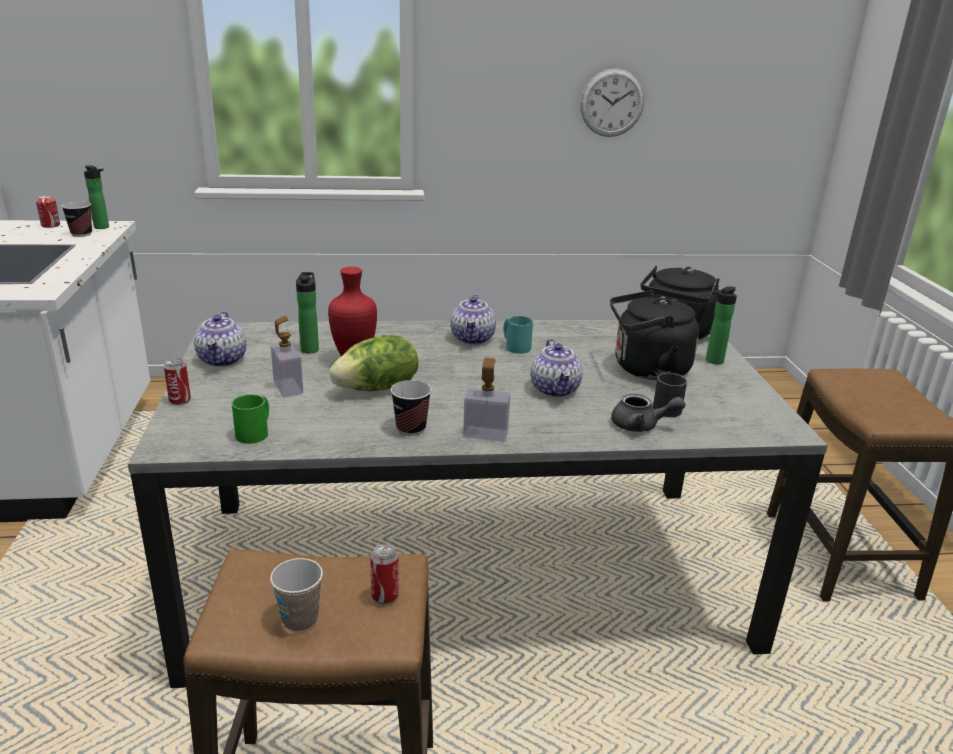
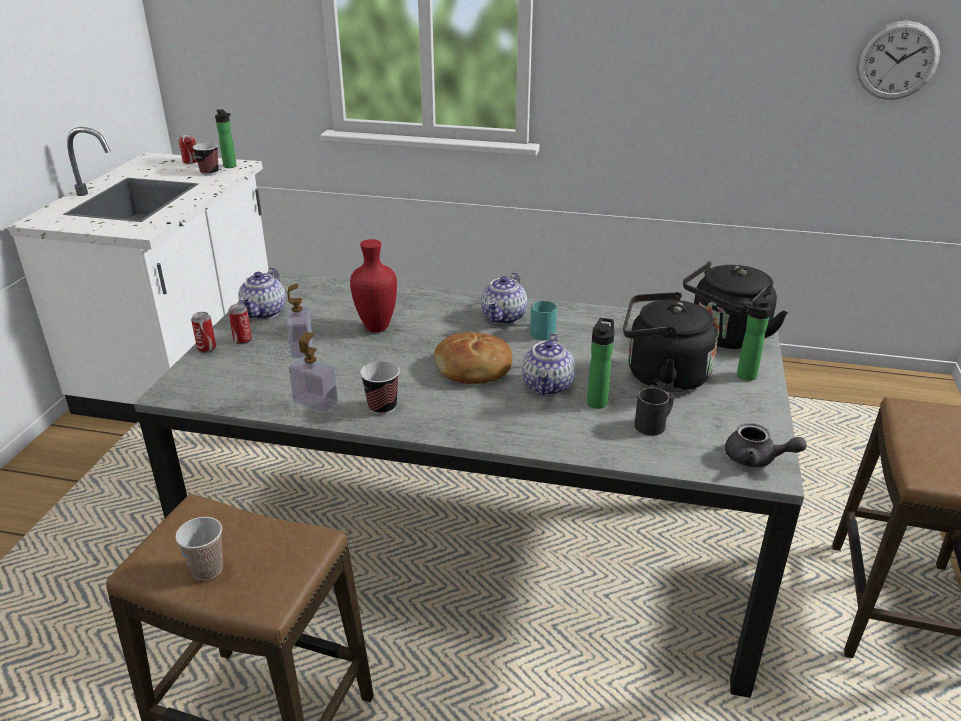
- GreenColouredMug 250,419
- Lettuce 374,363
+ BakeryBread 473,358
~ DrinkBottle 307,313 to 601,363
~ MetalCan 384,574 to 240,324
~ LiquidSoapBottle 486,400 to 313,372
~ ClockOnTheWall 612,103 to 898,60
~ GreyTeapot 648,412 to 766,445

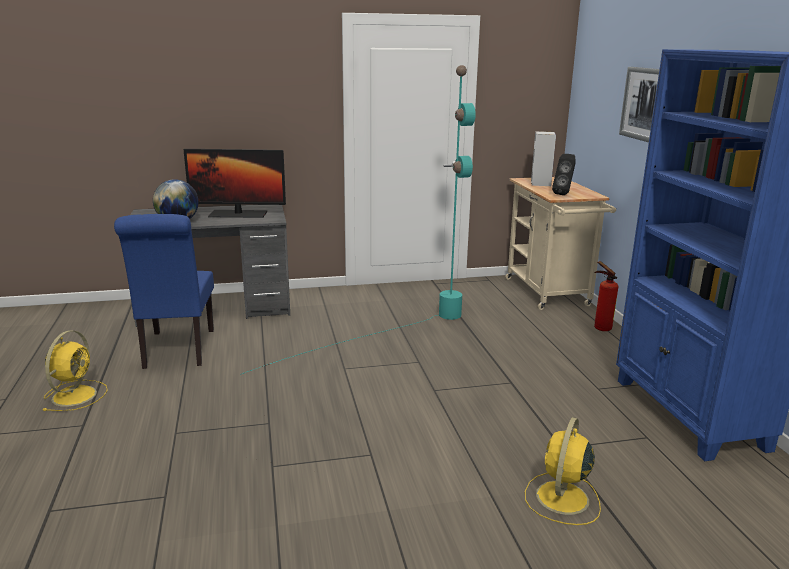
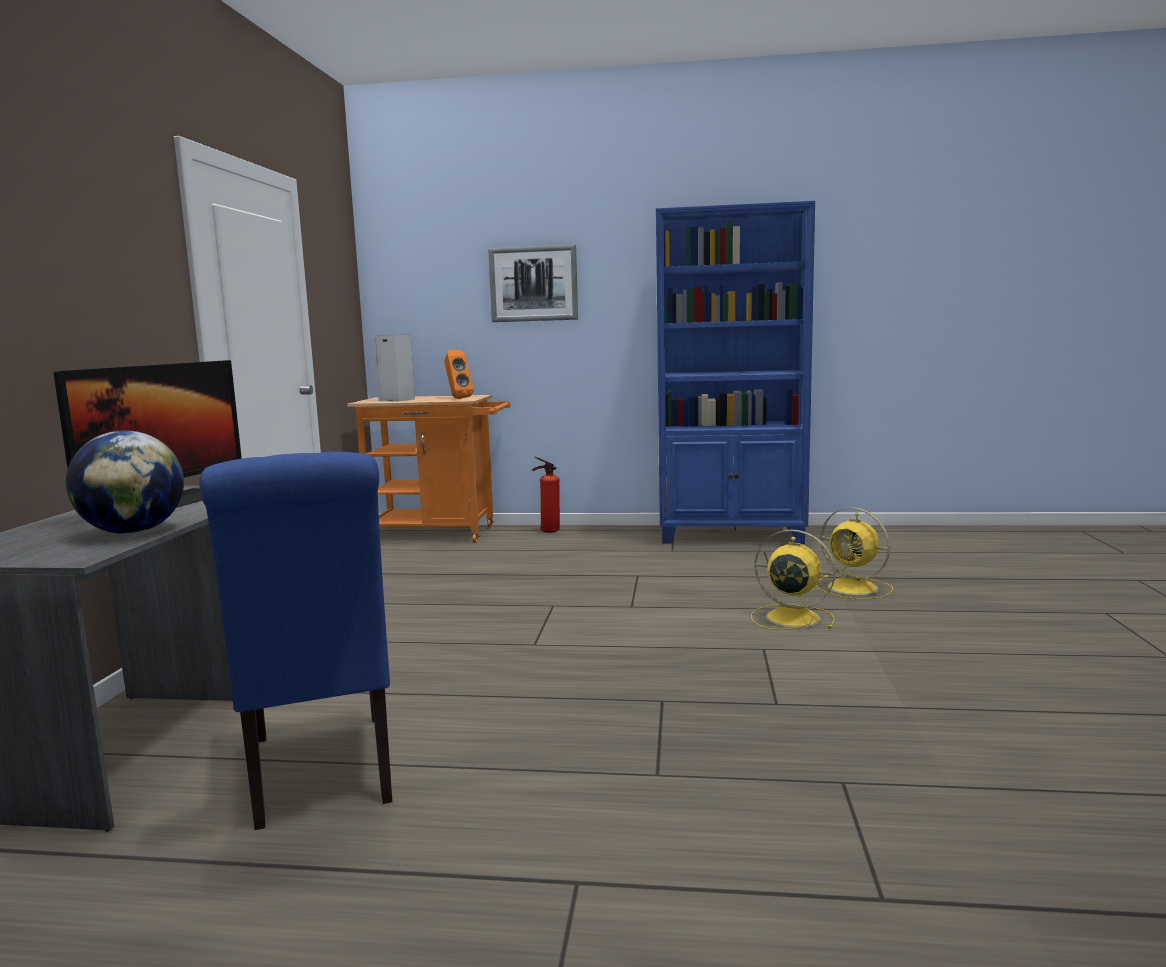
- TurquoiseColouredStandingLamp 358,220
~ YellowFan 75,370 to 793,580
~ SandColouredWheeledCart 560,243 to OrangeyWheeledCart 429,469
~ BlackColouredAudioSpeaker 564,174 to OrangeyAudioSpeaker 459,374
~ BlueColouredChair 164,291 = 295,641 60 degrees clockwise

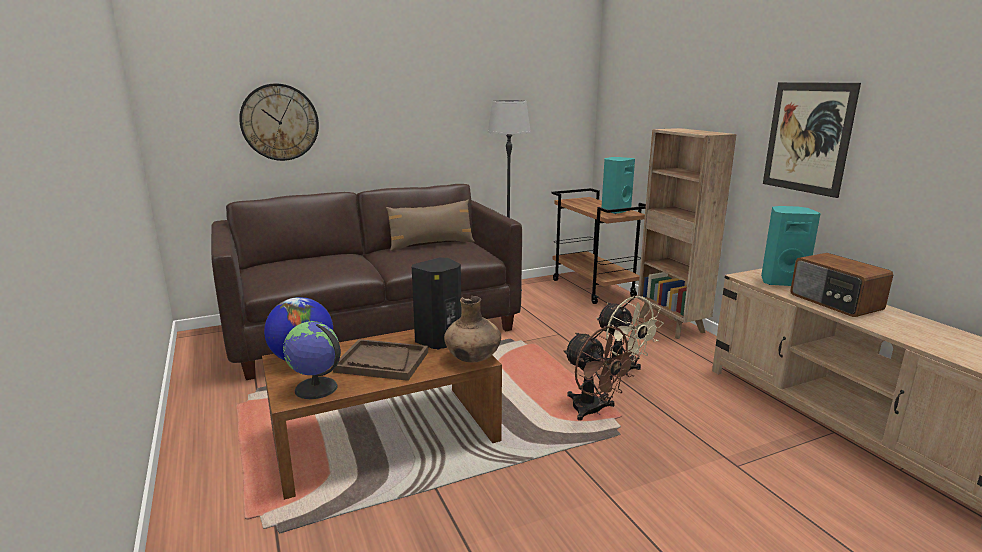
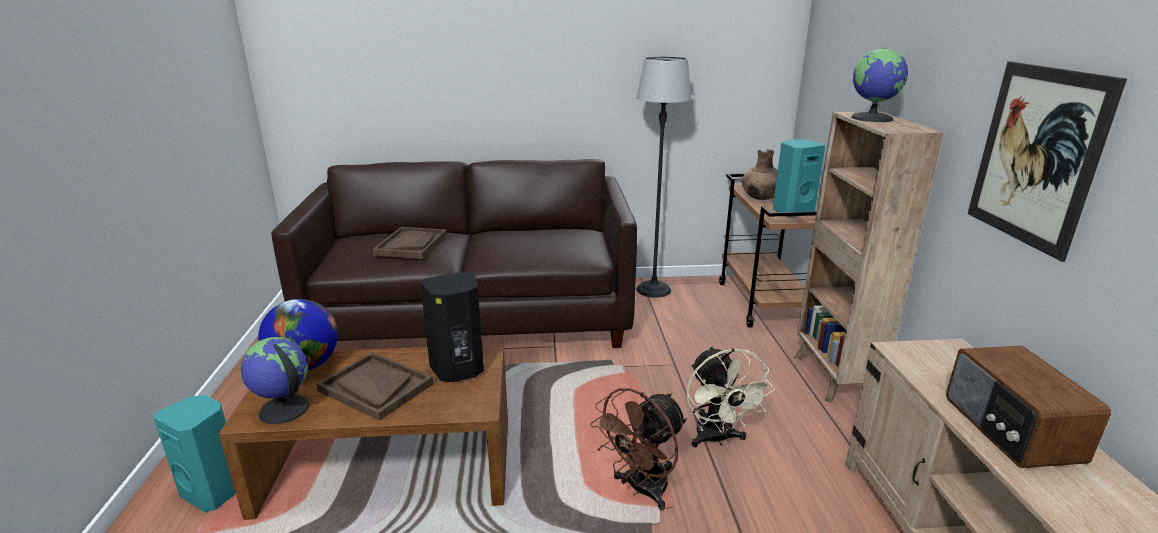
- ClockOnTheWall 279,122
- BrownPillow 430,225
+ BrownServingTray 410,243
+ DeskGlobe 879,85
~ BrownFlowerVase 472,329 to 759,174
~ TurquoiseColouredAudioSpeaker 791,246 to 194,453
~ BrownFan 601,373 = 638,449 60 degrees clockwise

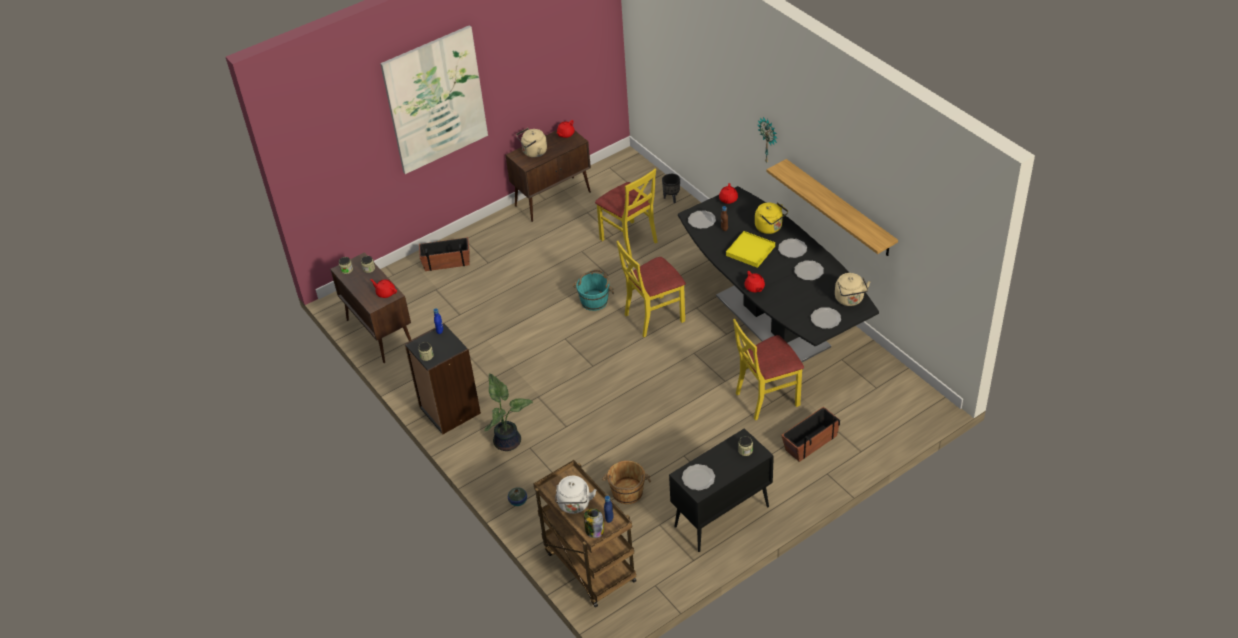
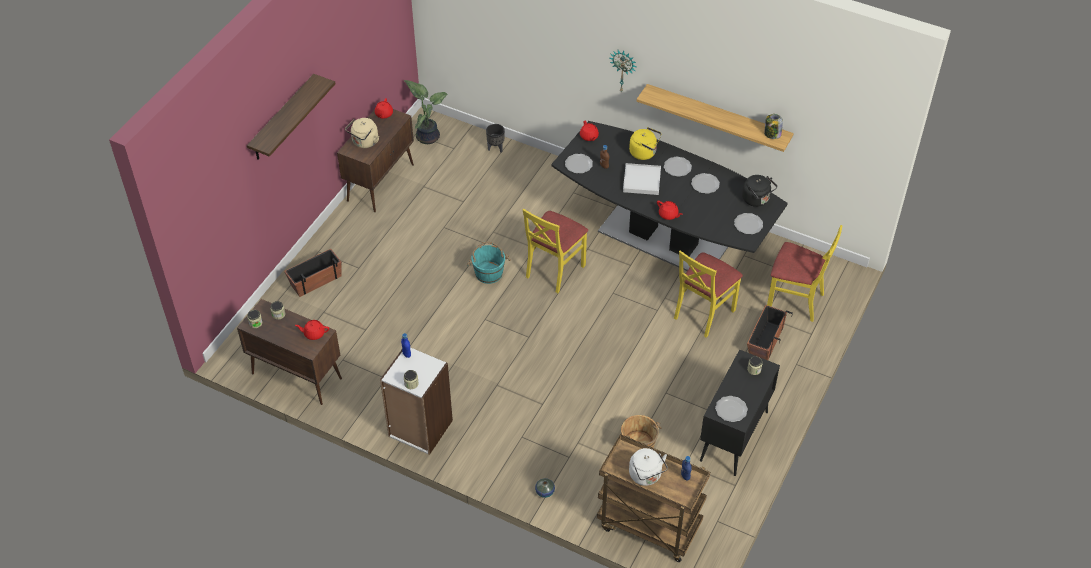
~ Houseplant 509,412 to 425,112
~ PreserveJar 594,523 to 773,126
~ YellowChair 626,213 to 804,273
~ Picture 434,99 to BracketShelf 291,117
~ BlackColouredBookcase 443,379 to WhiteColouredBookcase 416,401
~ YellowServingTray 750,249 to WhiteColouredServingTray 642,179
~ SandColouredWaterKettle 852,289 to BlackColouredWaterKettle 759,191

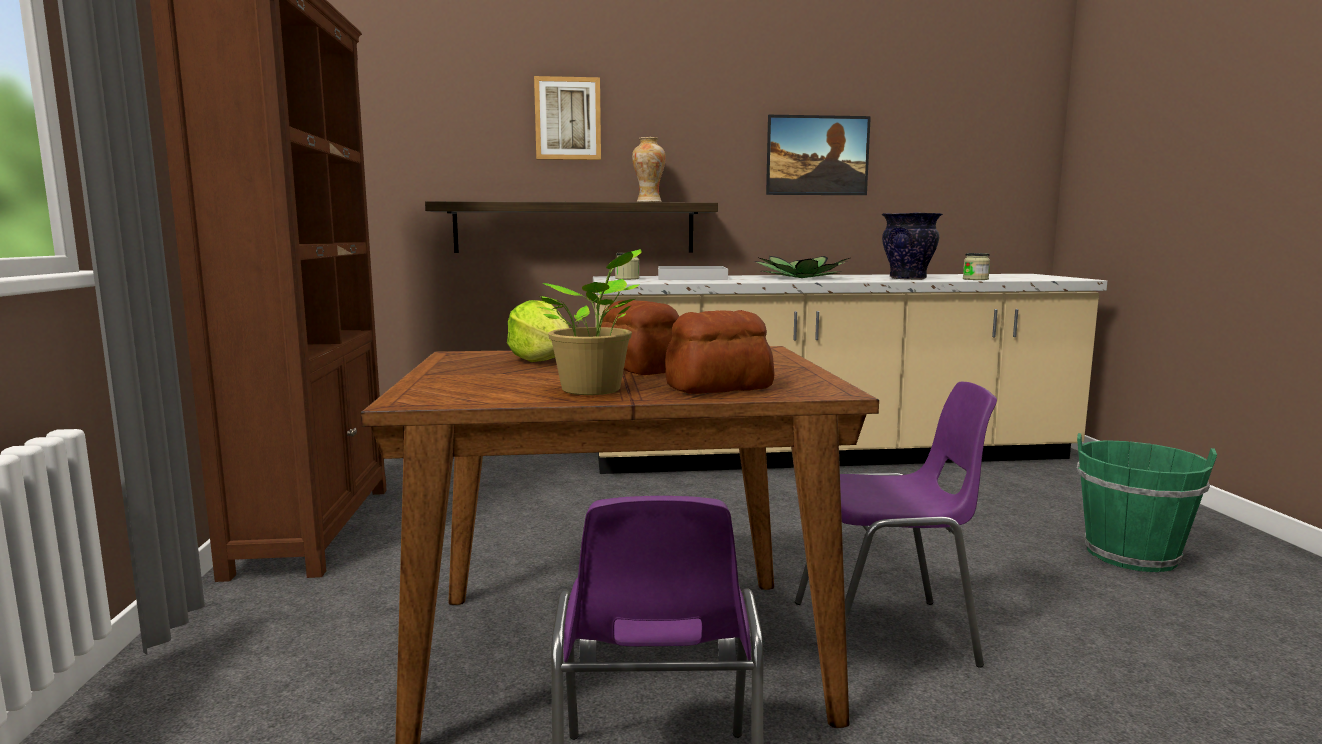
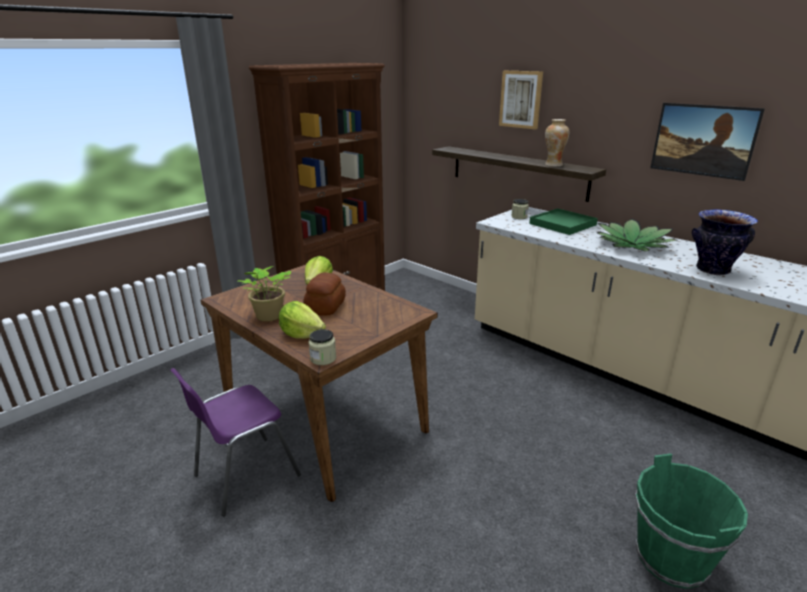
- PurpleColouredChair 896,524
~ PreserveJar 976,266 to 322,347
~ BakeryBread 719,352 to Lettuce 302,320
~ WhiteColouredServingTray 693,273 to GreenColouredServingTray 563,221

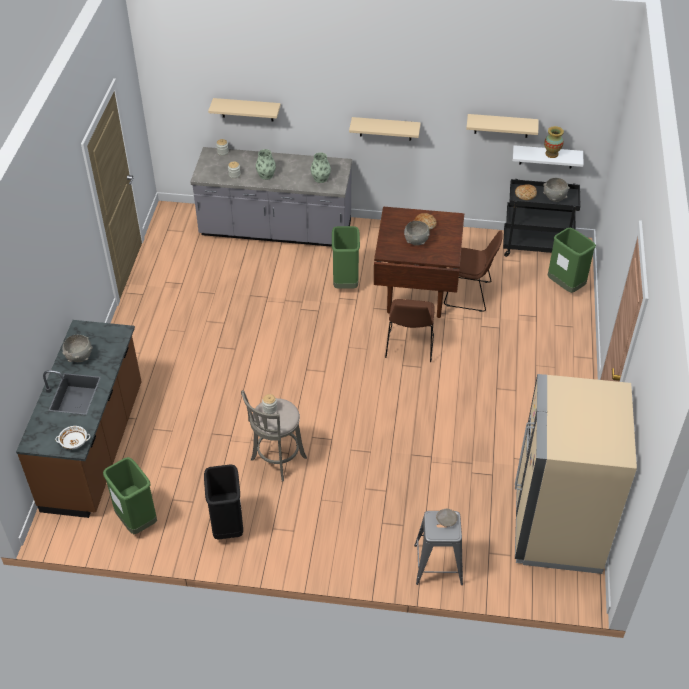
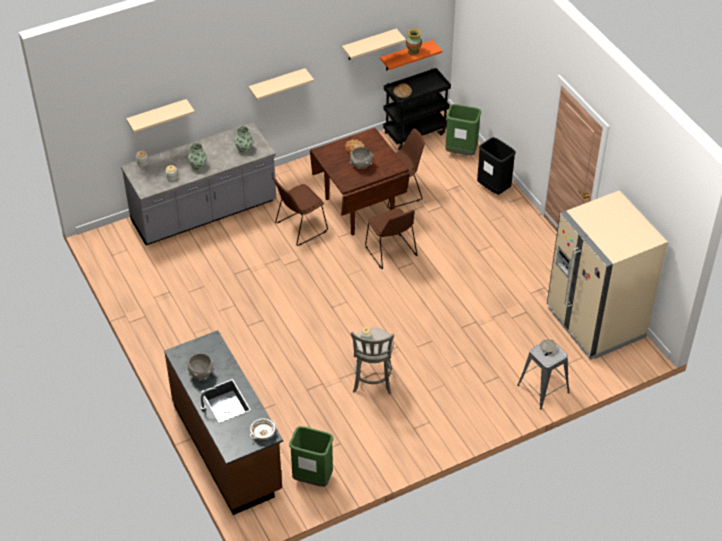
- GreyServingBowl 556,190
~ BlackColouredRubbishBin 223,501 to 496,166
~ GreenColouredRubbishBin 346,257 to BrownChair 300,212
~ WhiteColouredBracketShelf 548,157 to OrangeyBracketShelf 411,55

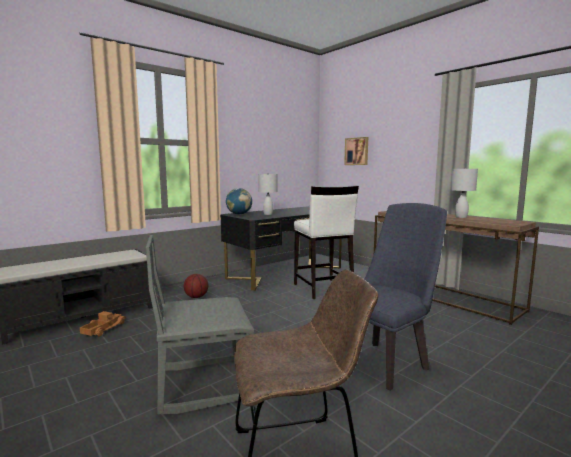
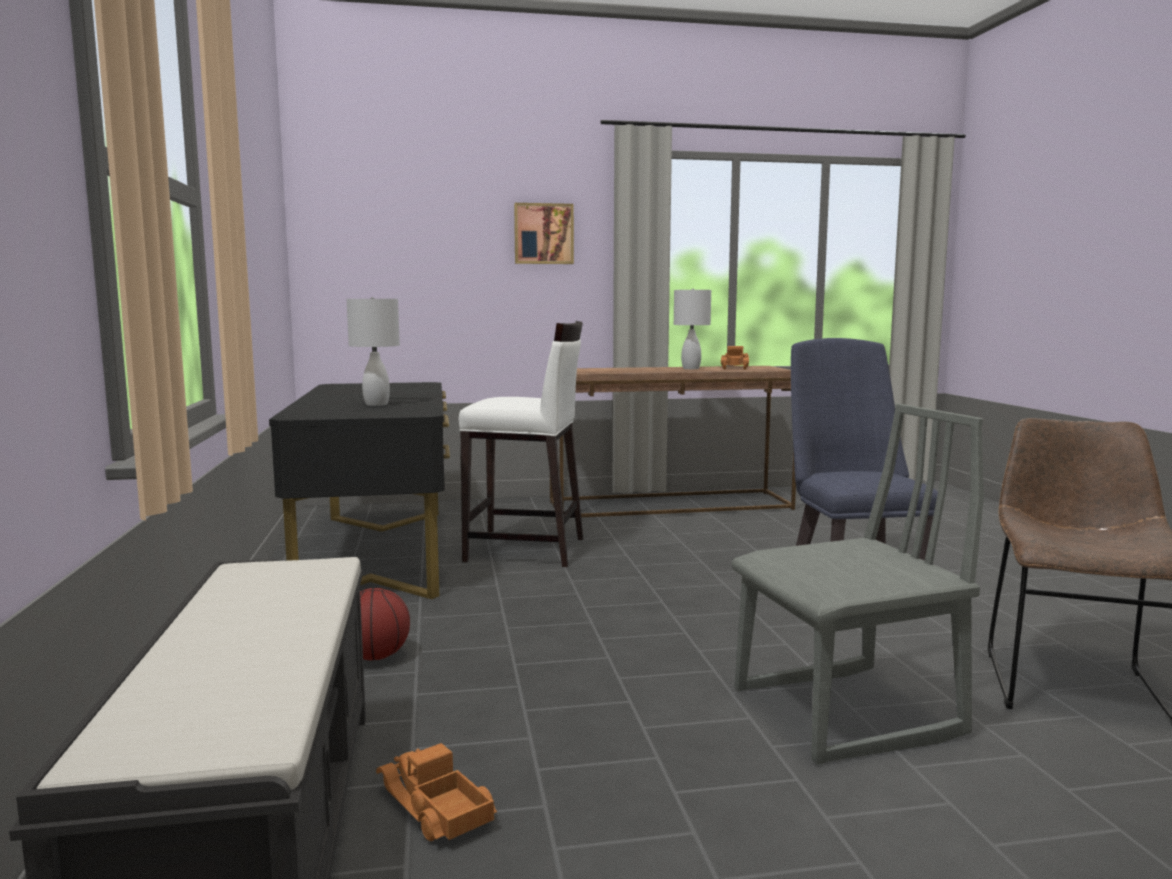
- DeskGlobe 239,201
+ ToyLorry 735,358
~ Picture 356,151 to 544,233
~ GreyChair 200,325 = 857,584 120 degrees counterclockwise

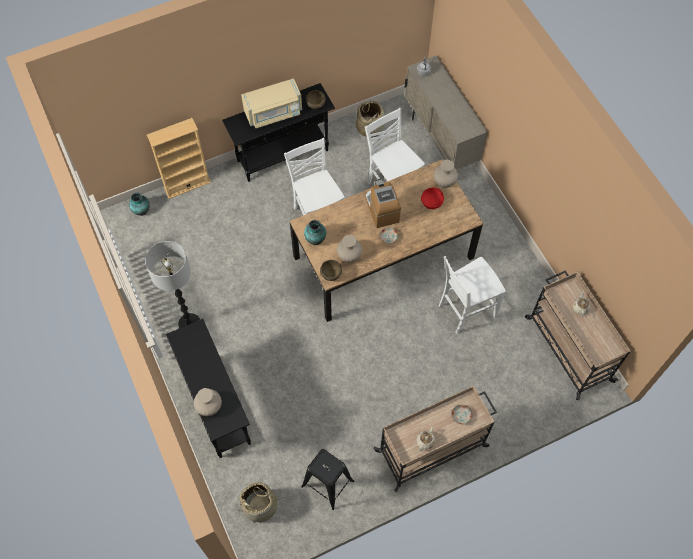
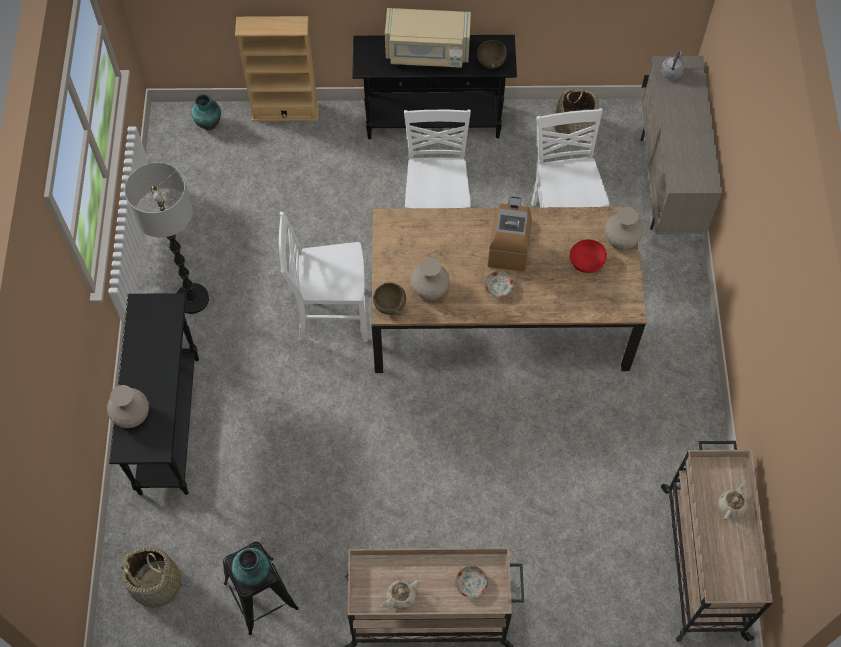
~ FlowerVase 315,232 to 251,567
~ WhiteColouredChair 472,295 to 323,277

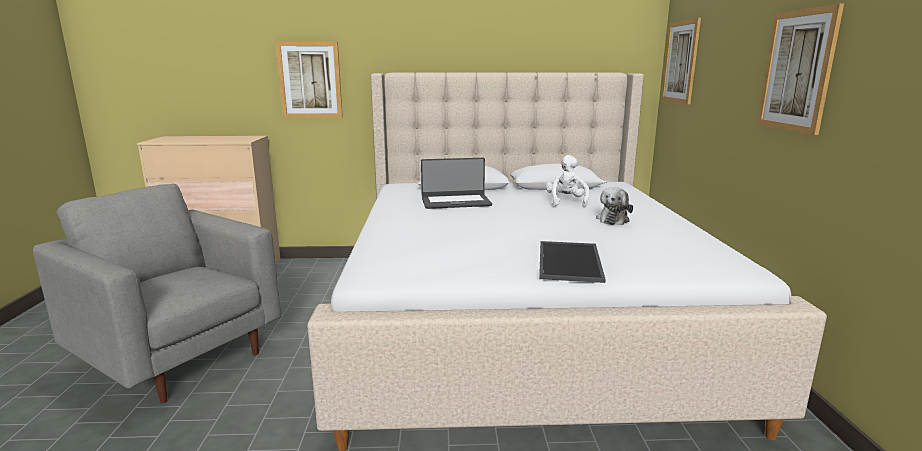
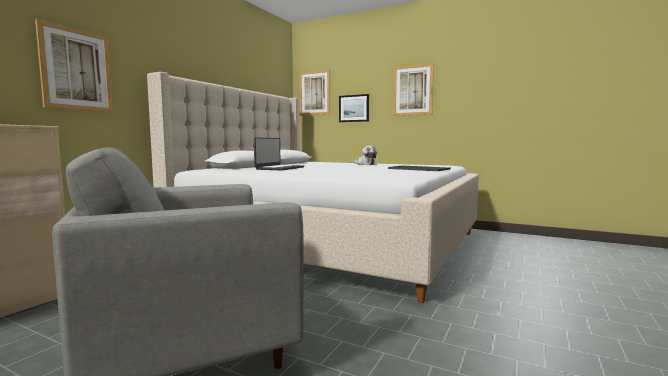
- WhiteColouredCuddlyToy 568,181
+ Picture 354,108

